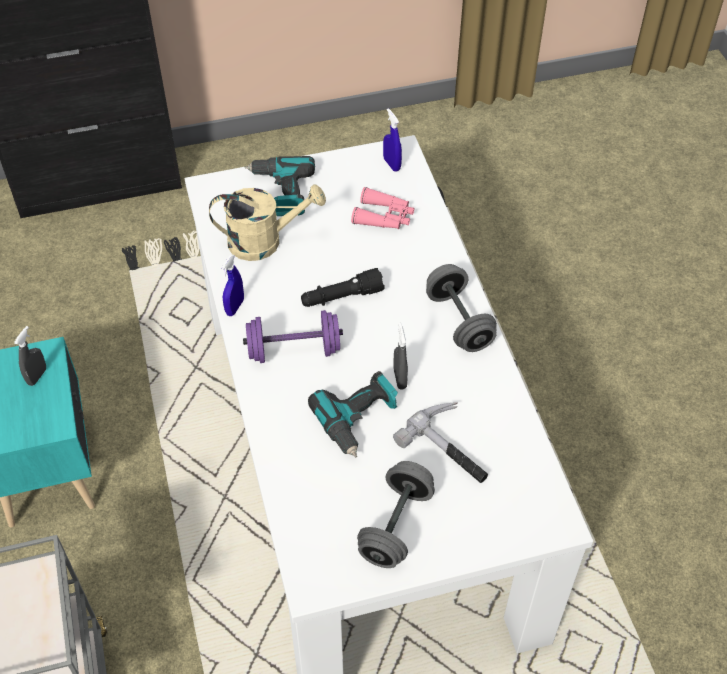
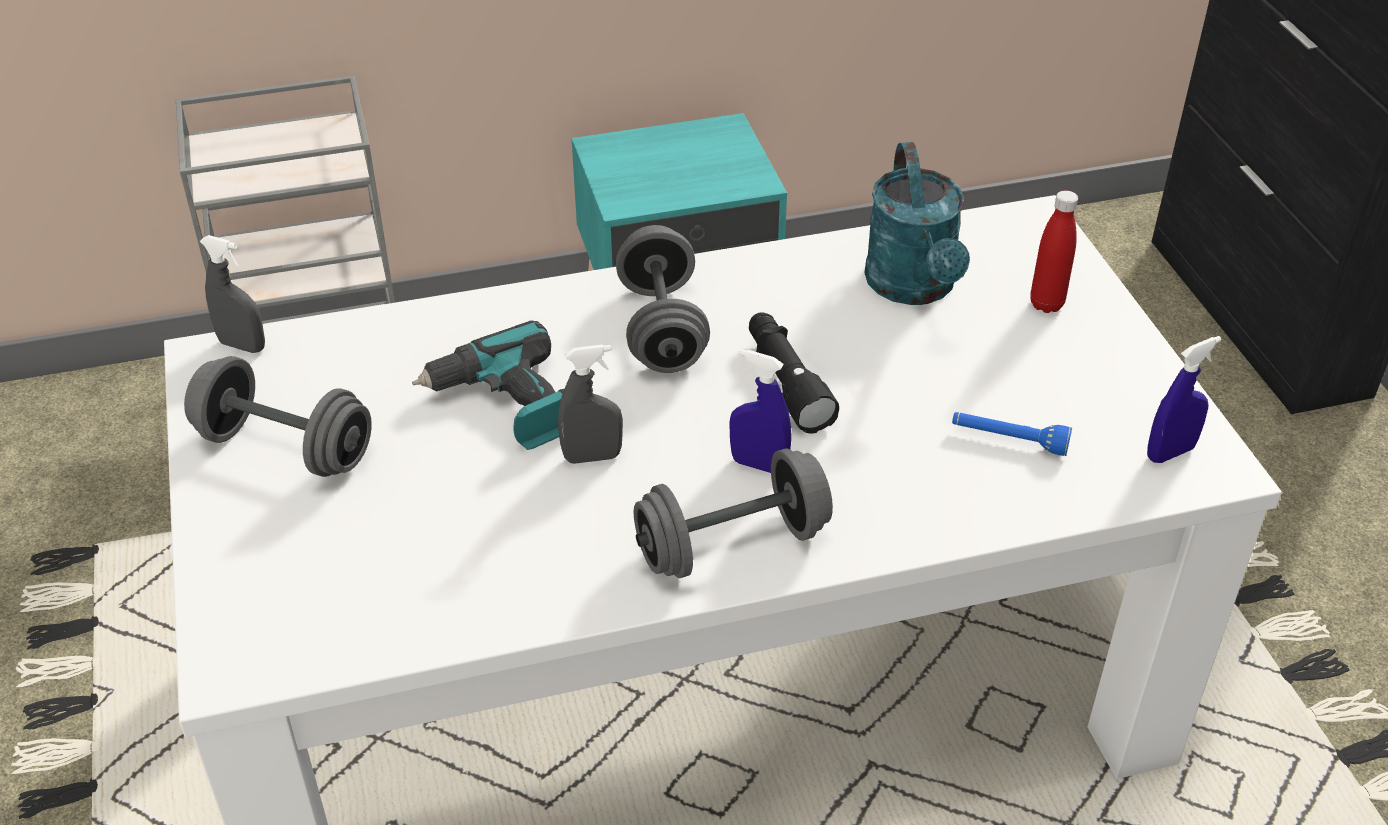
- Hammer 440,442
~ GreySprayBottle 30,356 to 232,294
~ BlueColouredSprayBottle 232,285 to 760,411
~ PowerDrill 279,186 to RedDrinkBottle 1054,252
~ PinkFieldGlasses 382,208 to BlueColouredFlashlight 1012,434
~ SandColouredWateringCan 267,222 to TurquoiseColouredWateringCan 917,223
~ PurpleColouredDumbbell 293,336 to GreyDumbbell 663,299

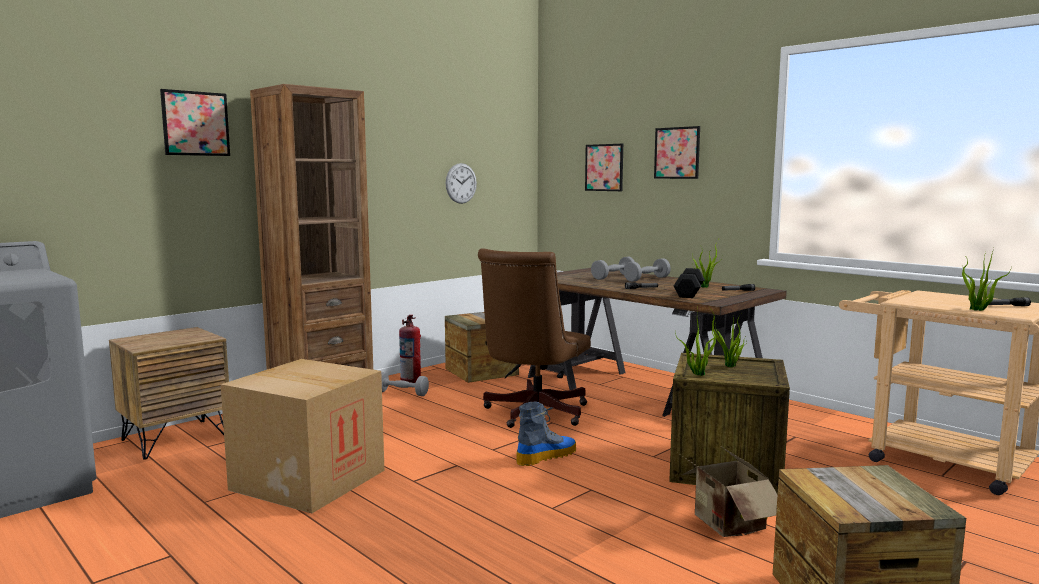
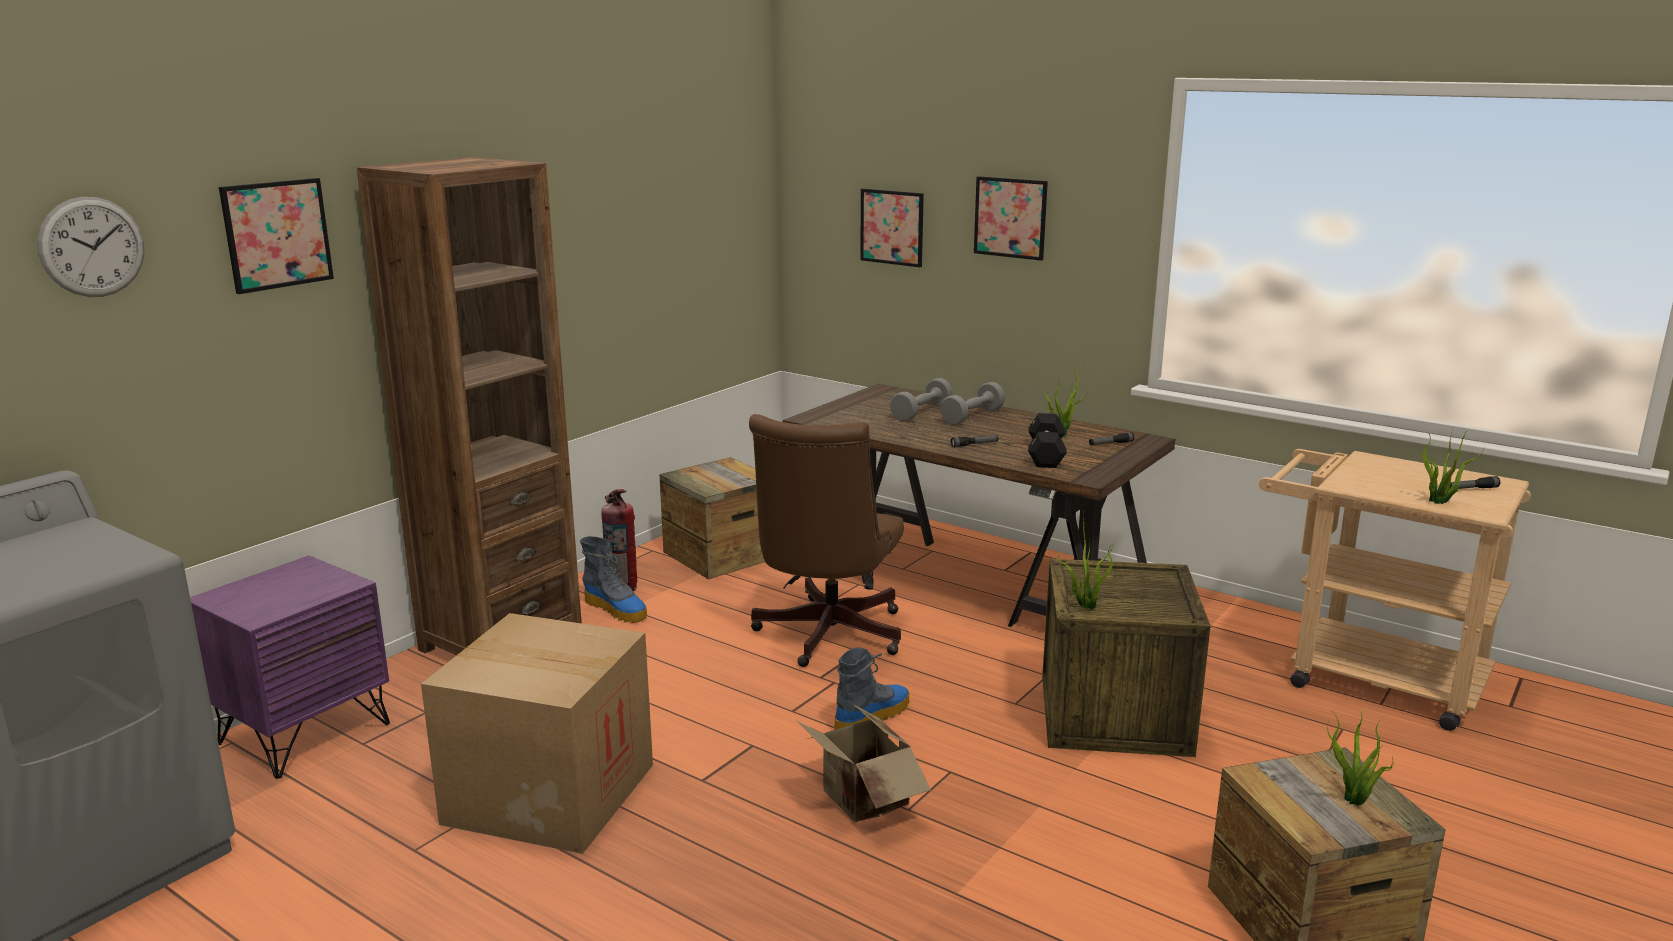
~ ClockOnTheWall 461,183 to 90,247
~ PackingBox 728,492 to 864,763
~ Houseplant 729,339 to 1360,757
~ GreyDumbbell 405,384 to HighTopBoot 613,579
~ BrownBedsideTable 169,393 to PurpleColouredBedsideTable 290,667

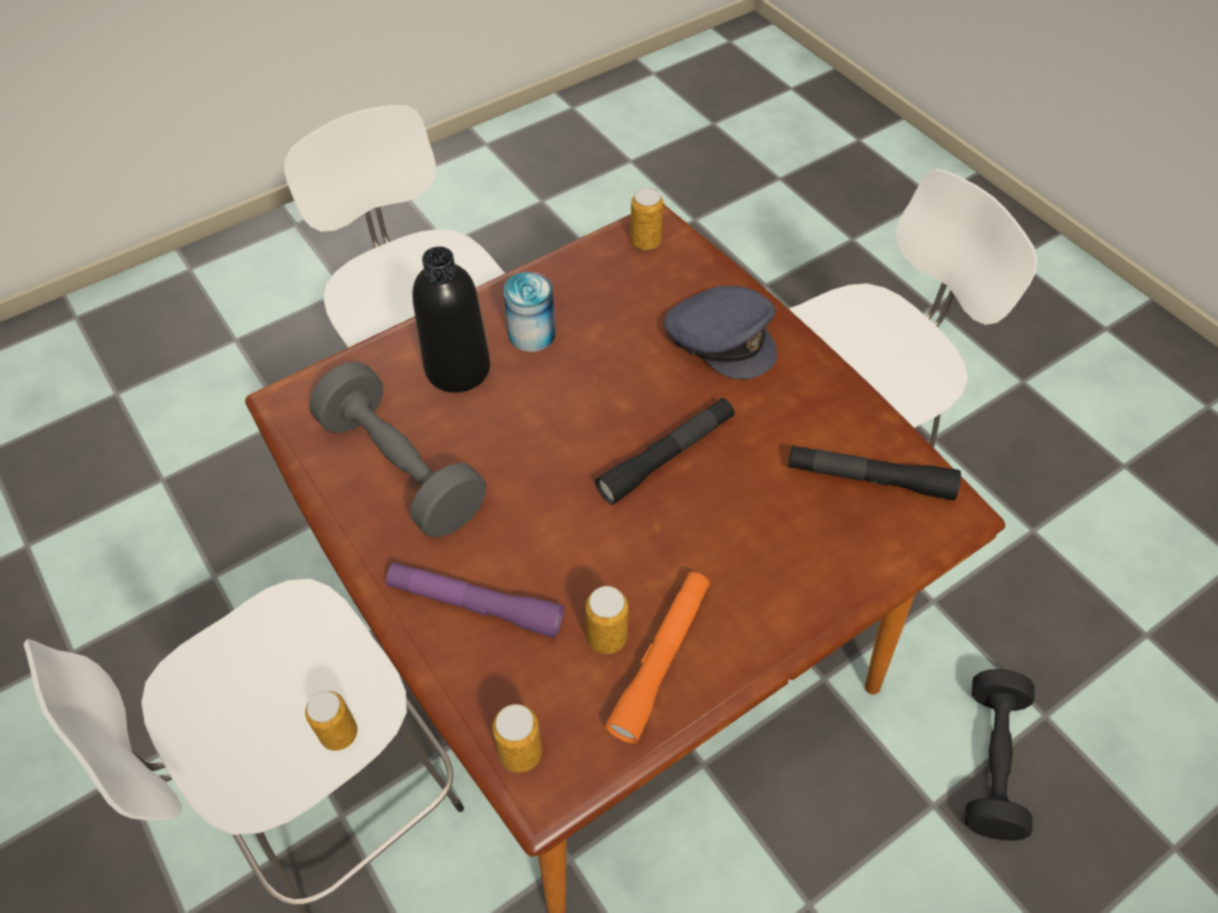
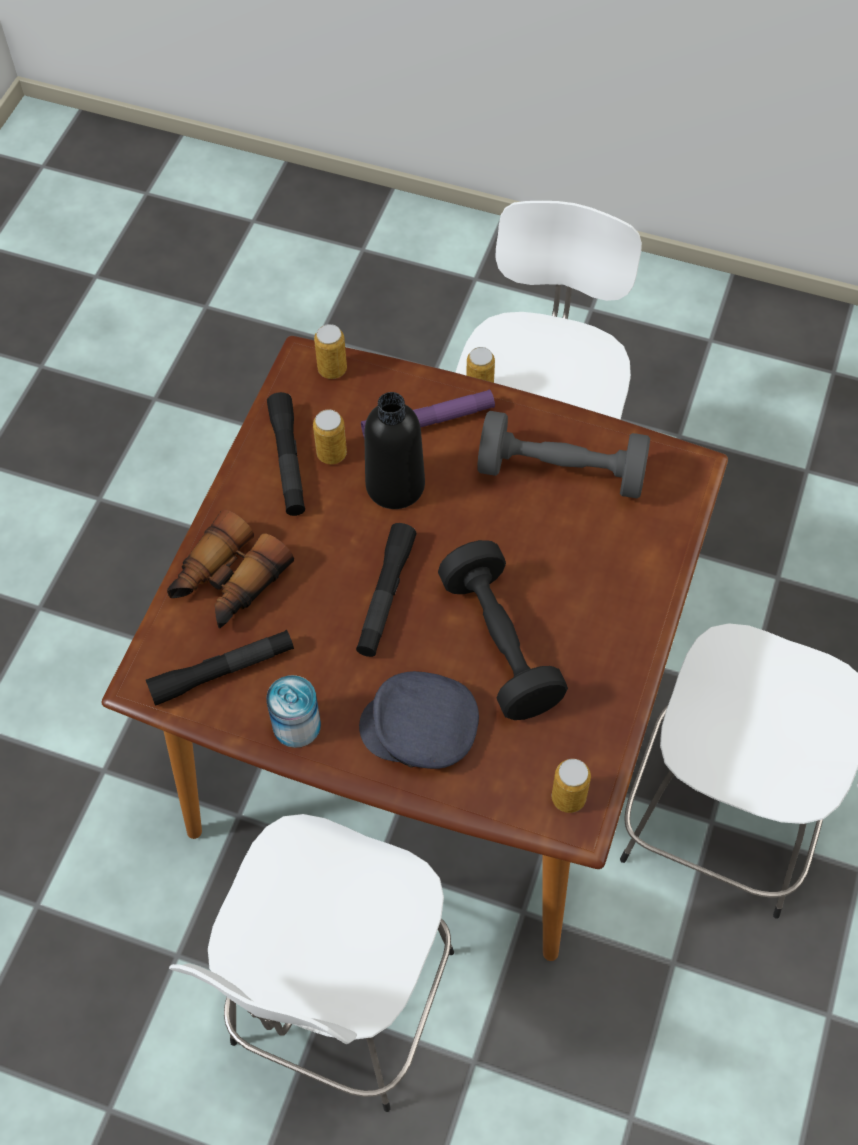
+ FieldGlasses 230,568
~ BlackColouredDrinkBottle 451,319 to 394,450
~ MetalCan 529,312 to 293,711
~ BlackColouredDumbbell 1000,755 to 503,630
~ OrangeyFlashlight 657,658 to BlackColouredFlashlight 286,454

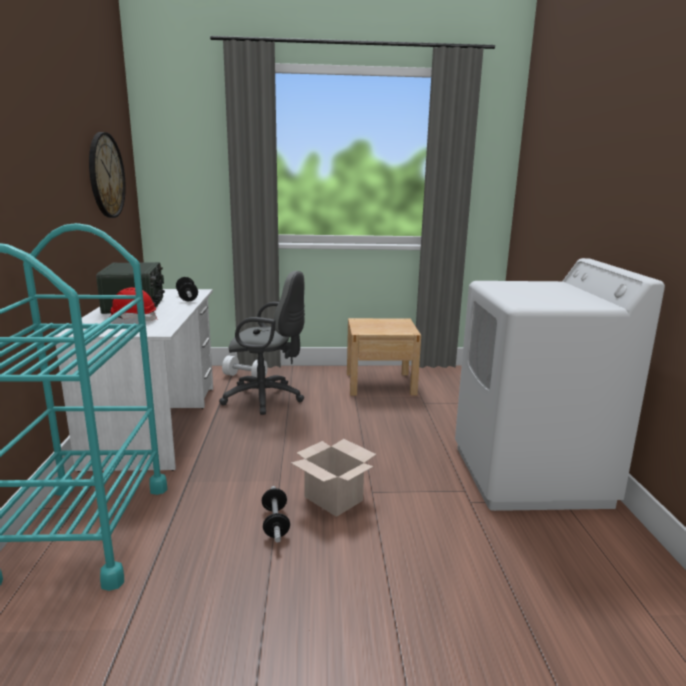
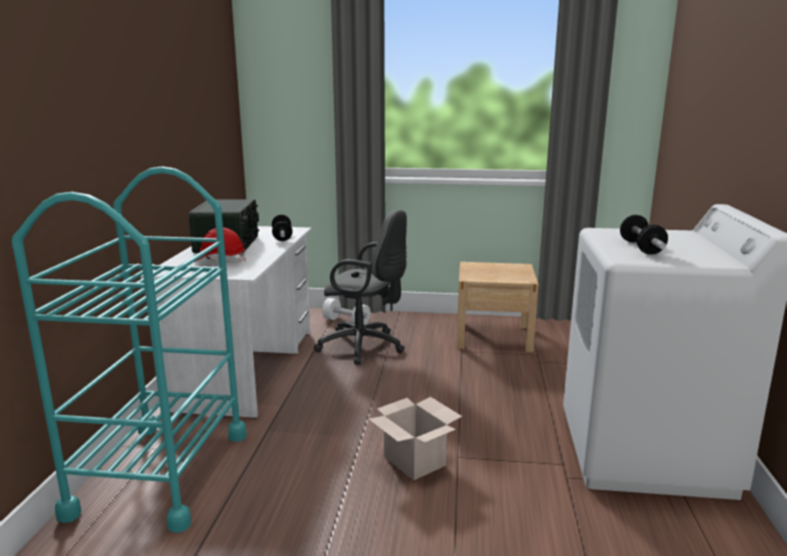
- ClockOnTheWall 107,175
~ Dumbbell 276,514 to 644,235

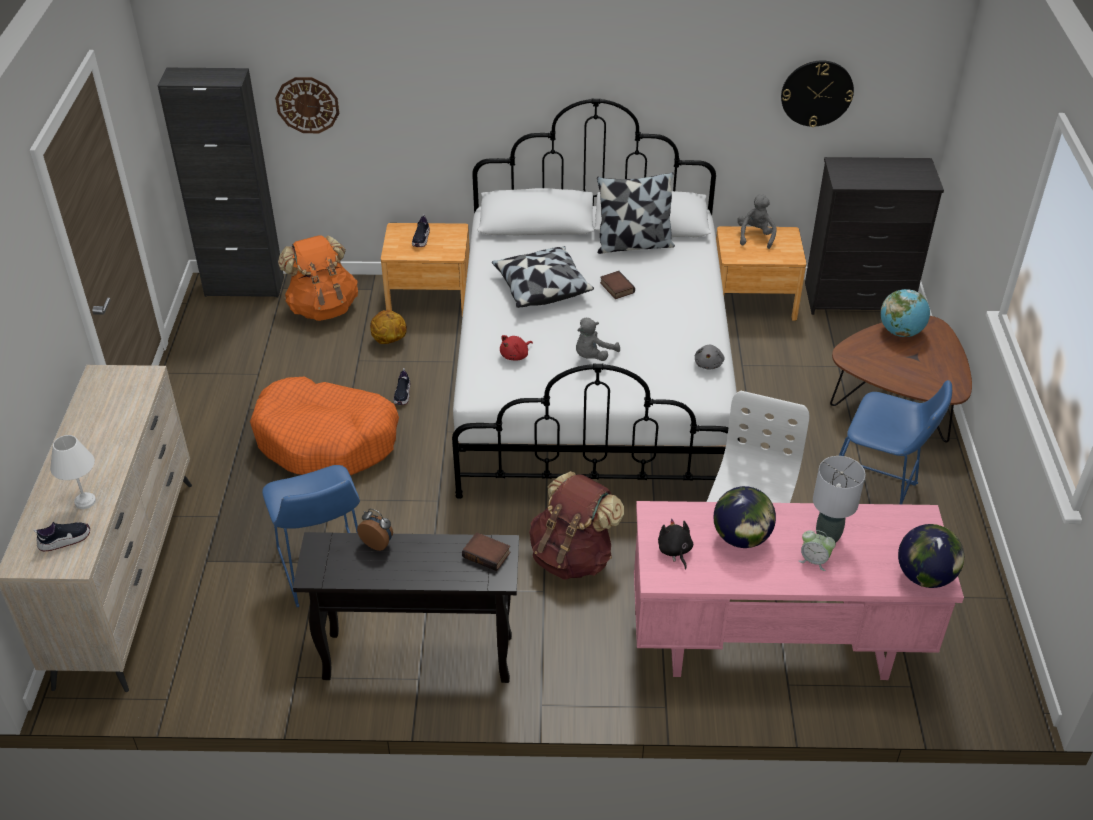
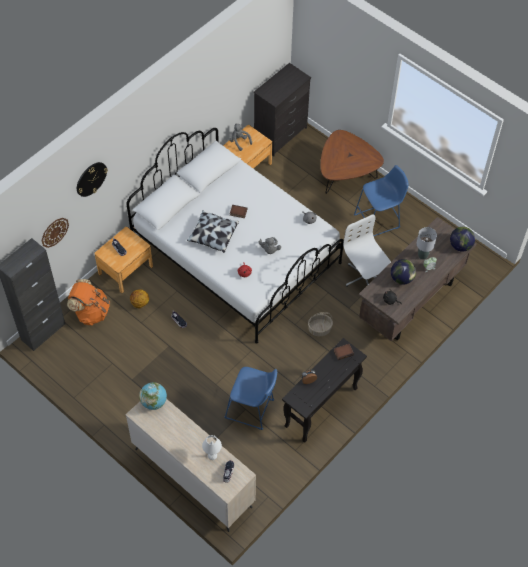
- OrangeyPetBed 324,426
- Pillow 636,213
~ ClockOnTheWall 817,93 to 92,179
~ DeskGlobe 905,313 to 153,396
~ BrownKnapsack 576,525 to HouseholdBasket 320,324
~ PinkDeskTable 799,590 to BrownDeskTable 418,279

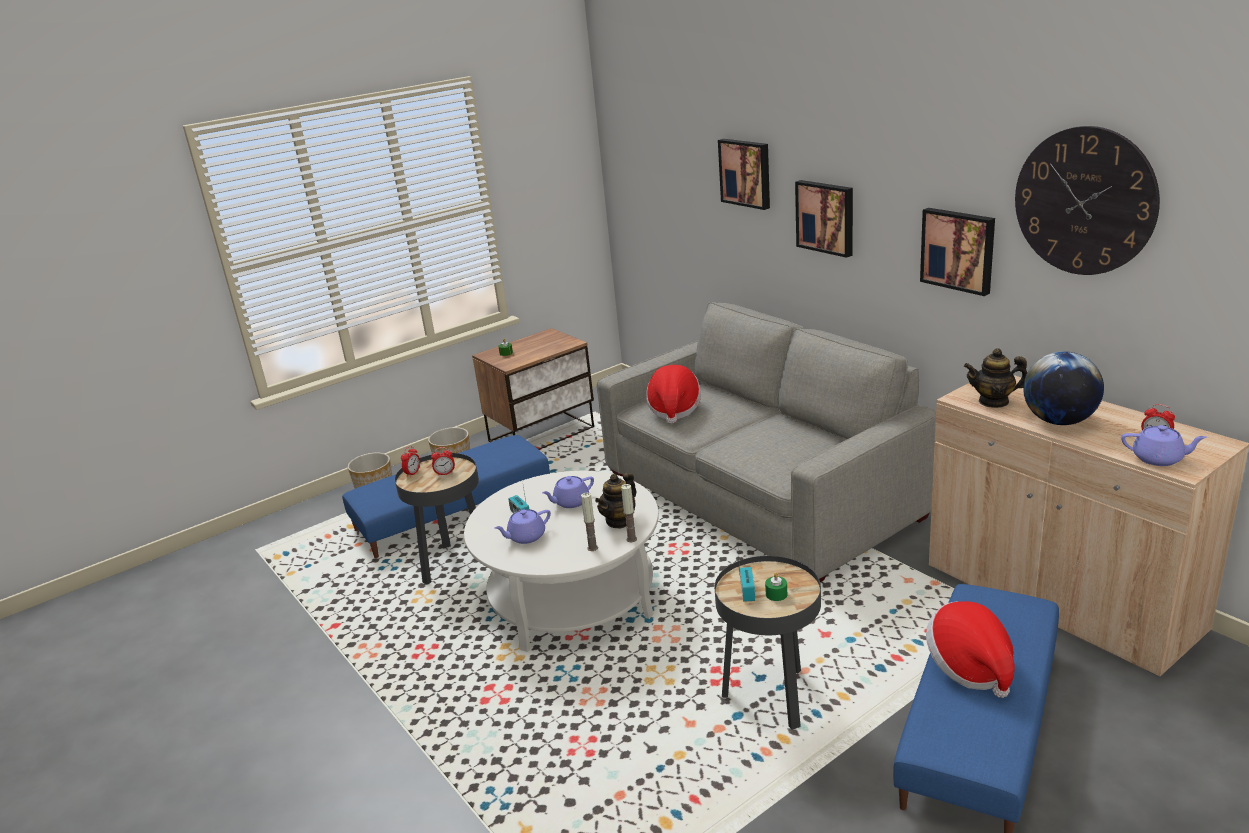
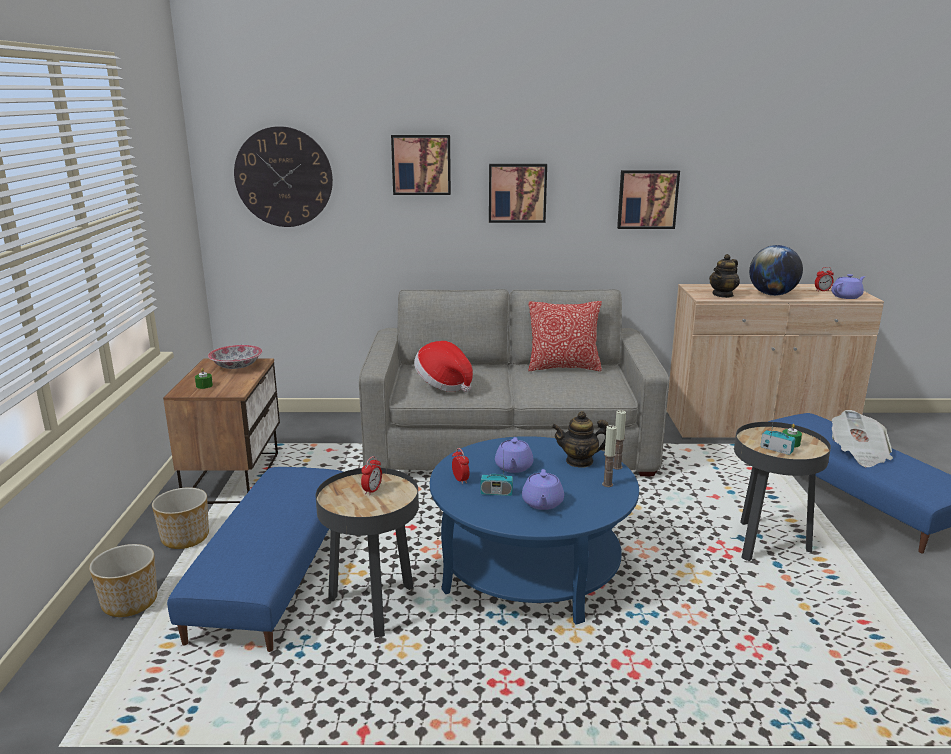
+ ServingBowl 235,357
+ Pillow 565,336
~ AlarmClock 410,461 to 461,466
~ ClockOnTheWall 1087,200 to 283,176
~ WearableHat 970,649 to PrintedPaper 862,438
~ WhiteColouredLowTable 561,561 to BlueColouredLowTable 534,530
~ Teapot 616,500 = 580,439 105 degrees clockwise

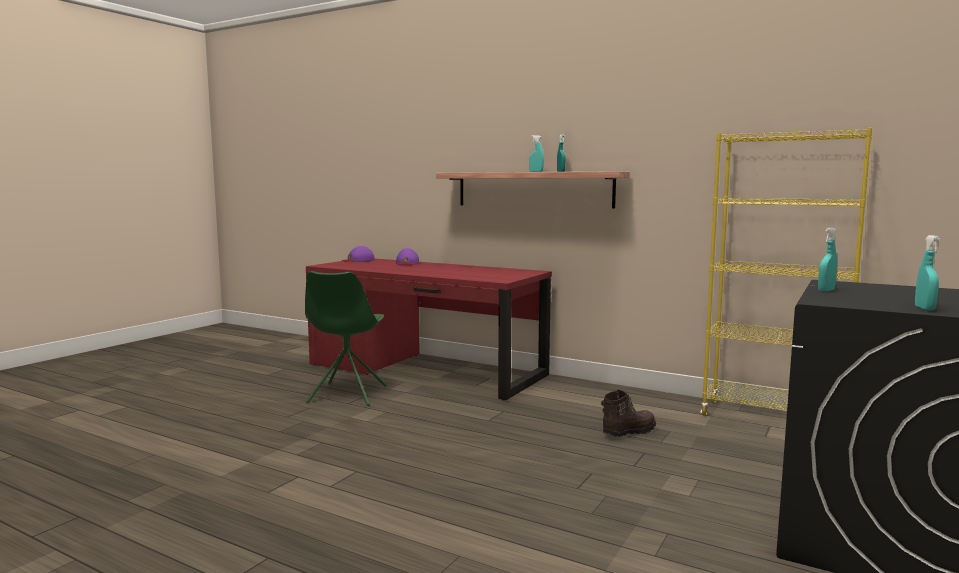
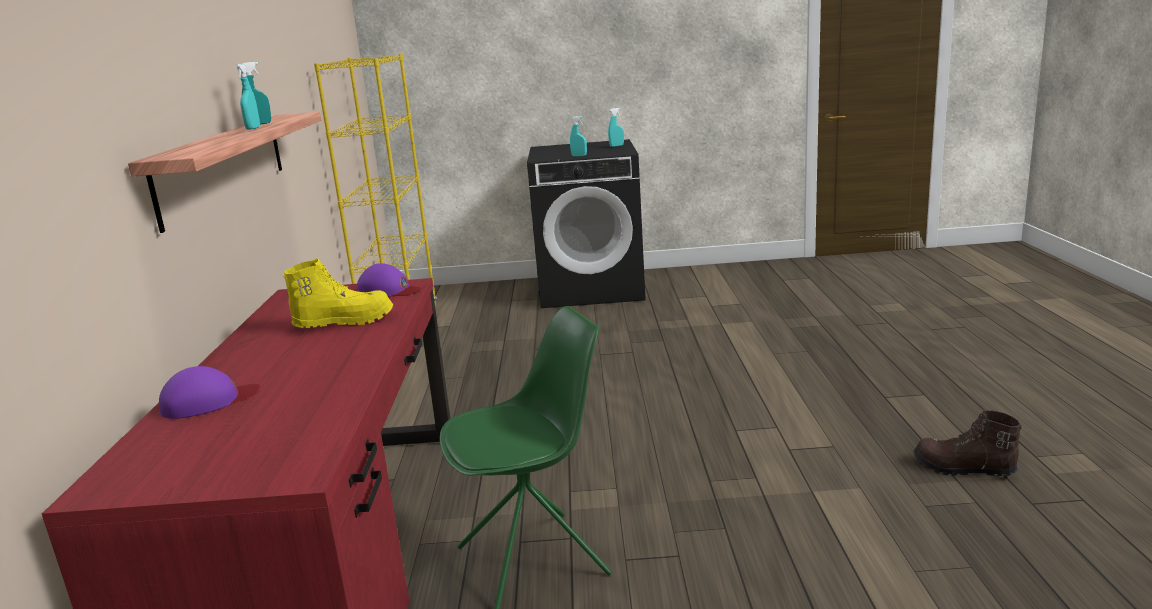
+ YellowHighTopBoot 338,293
~ PurpleColouredBaseballCap 358,254 to 389,280
~ BrownHighTopBoot 628,413 to 967,443

